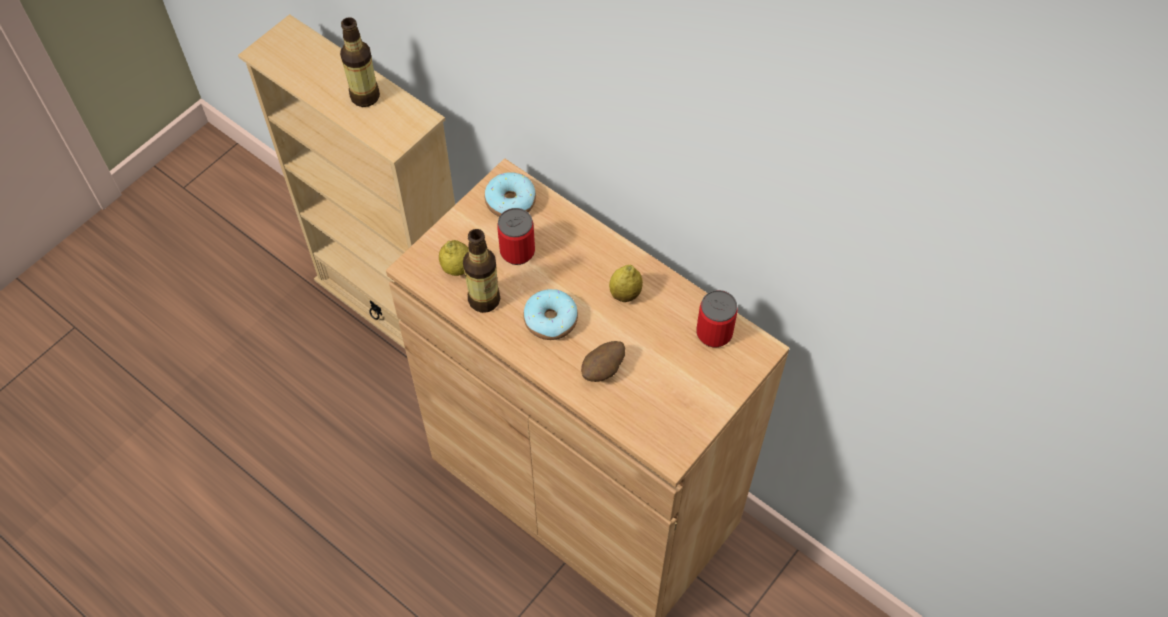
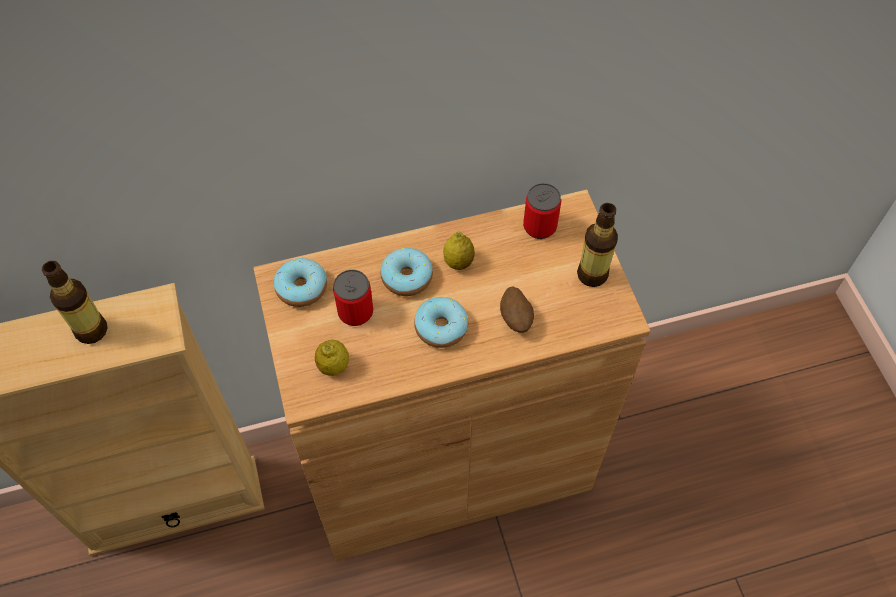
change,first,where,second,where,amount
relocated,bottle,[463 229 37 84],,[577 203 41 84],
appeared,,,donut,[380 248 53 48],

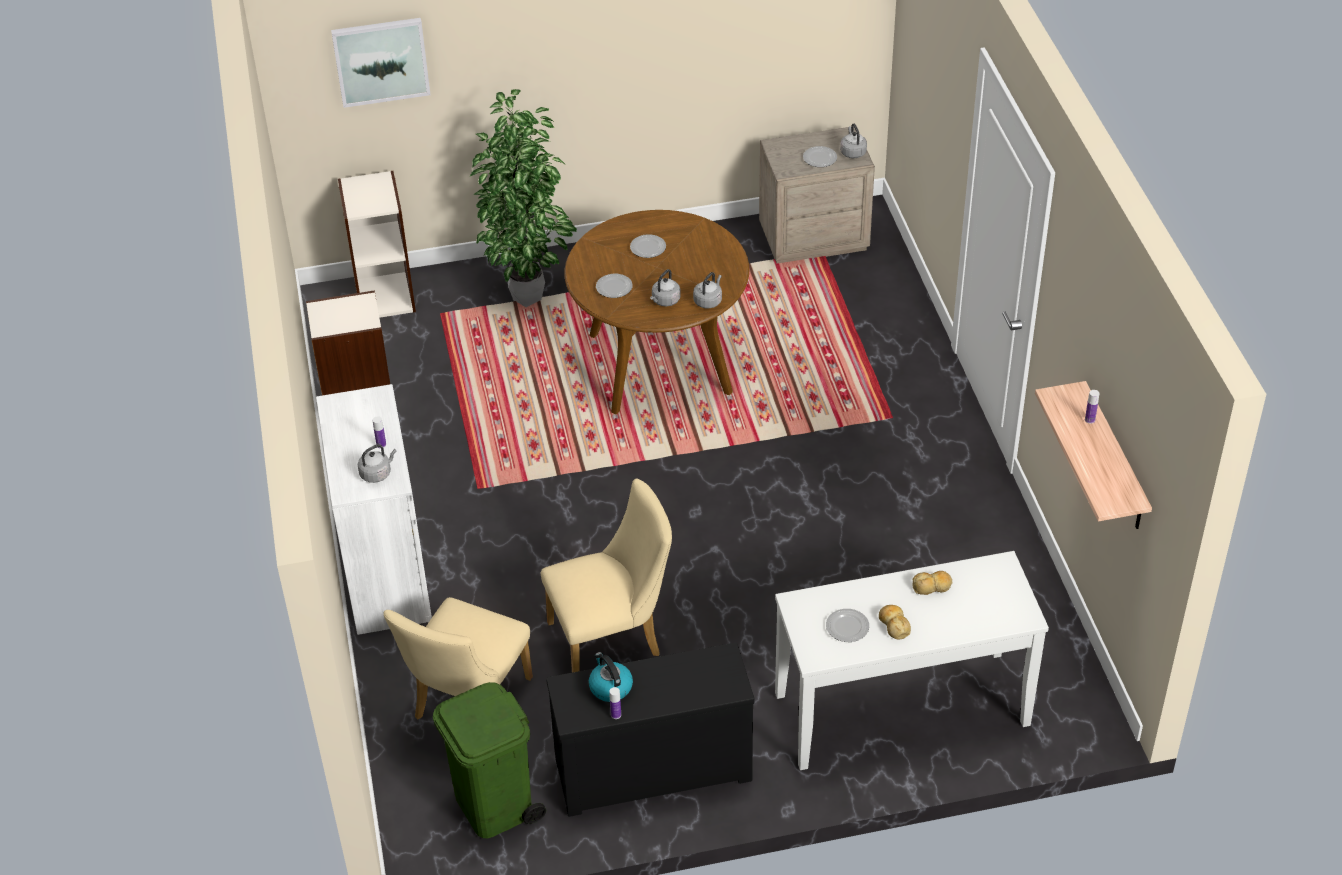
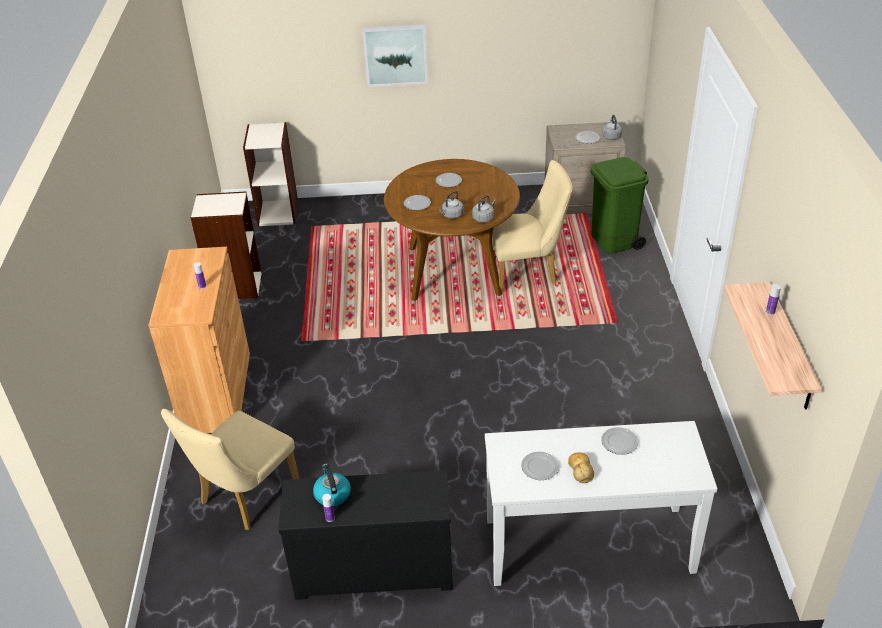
change,first,where,second,where,amount
colour,white-coloured cabinet,[316 384 116 251],brown cabinet,[149 247 101 186],
relocated,wall picture,[331 18 99 90],,[362 24 66 63],
missing,grey kettle,[358 444 39 39],,,
relocated,green-coloured waste bin,[433 682 113 156],,[591 157 58 97],
missing,houseplant,[470 89 107 218],,,
relocated,sand-coloured upright chair,[541 479 131 193],,[492 160 80 133],
exchanged,bakery bread,[912 571 40 24],plate,[601 427 37 28],

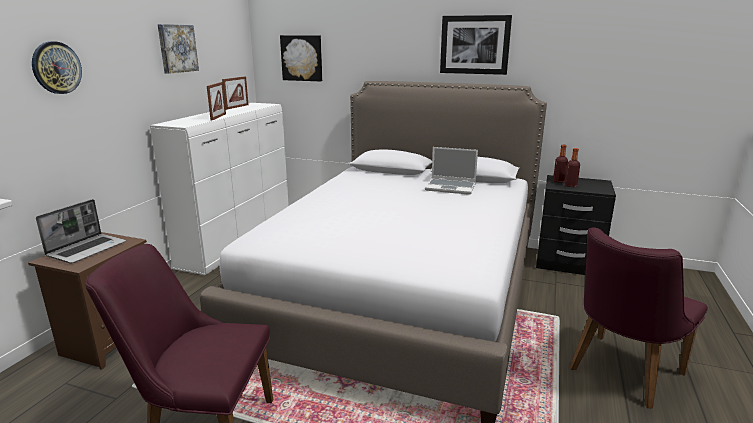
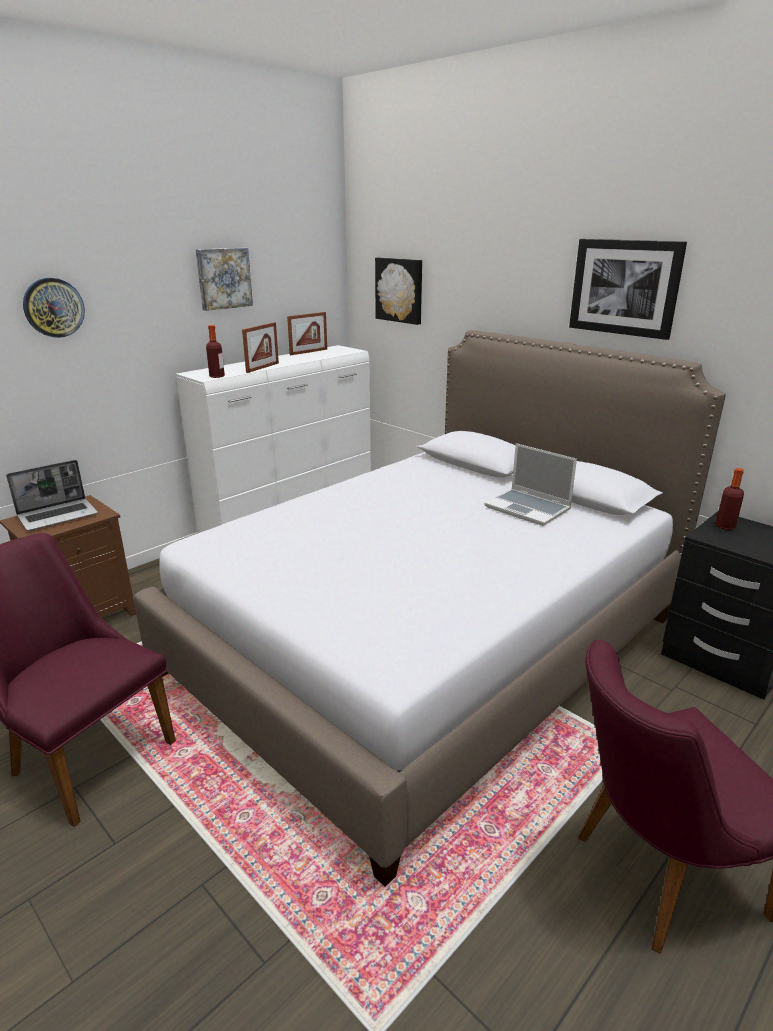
change,first,where,second,where,amount
relocated,bottle,[564 148 16 39],,[206 325 19 53],

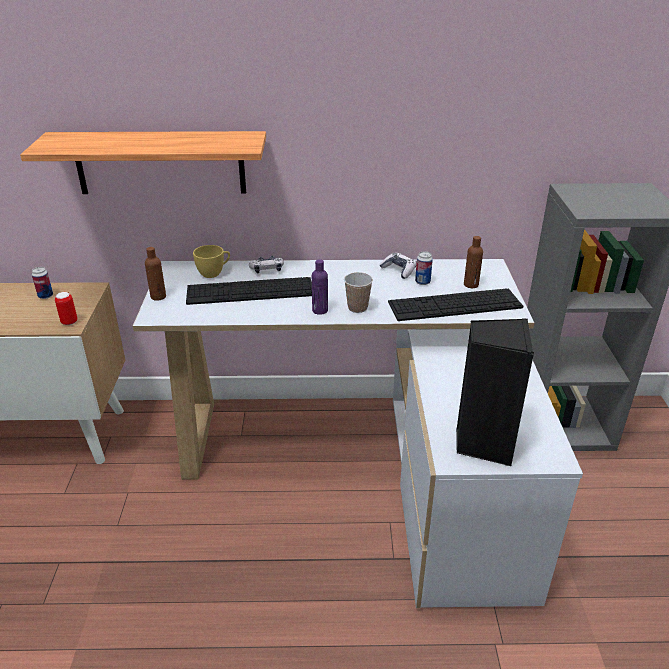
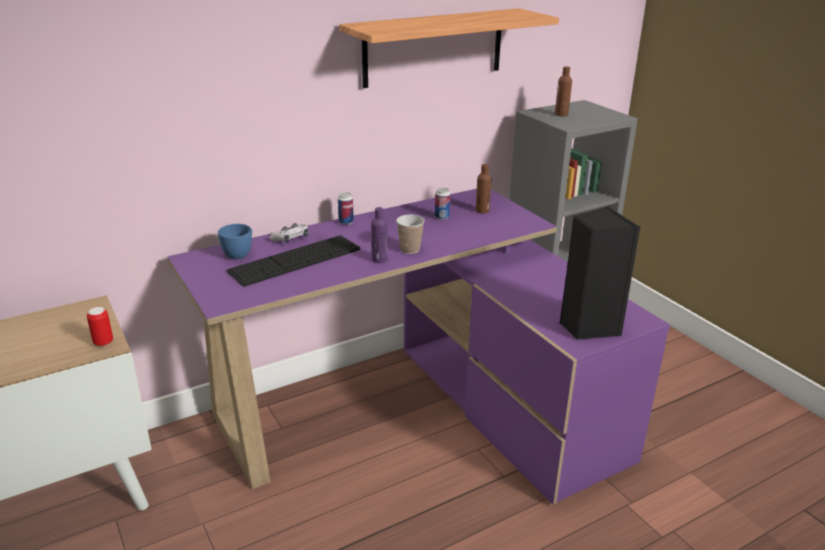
change,first,where,second,where,amount
relocated,shelf,[20 131 246 63],,[339 8 220 80],
relocated,metal can,[32 267 21 32],,[338 192 16 33],
colour,white-coloured desk unit,[133 259 450 349],purplish desk unit,[167 189 503 316],
relocated,brown bottle,[145 247 21 54],,[555 66 17 50],
colour,yellow-coloured small cup,[193 245 37 33],bluish small cup,[218 224 34 35],
missing,game controller,[380 253 36 26],,,
missing,keyboard,[388 288 135 33],,,

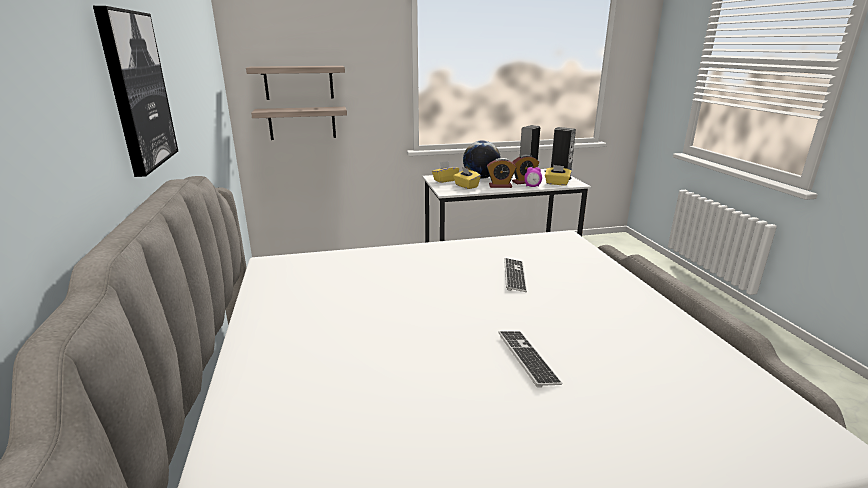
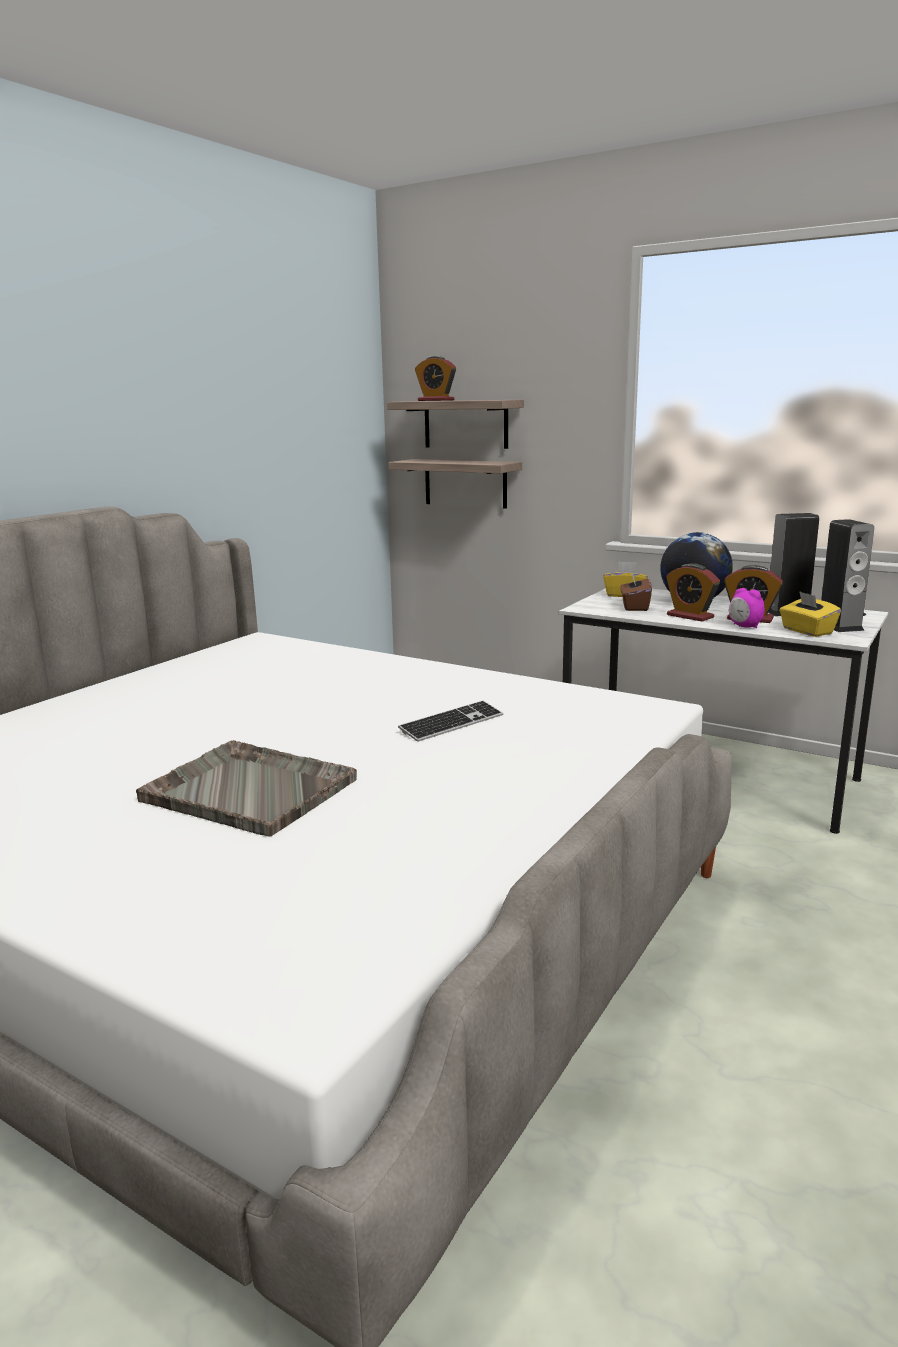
change,first,where,second,where,amount
missing,wall picture,[93 6 85 171],,,
colour,yellow-coloured box of tissues,[453 167 28 22],brown box of tissues,[620 572 32 39],
exchanged,keyboard,[498 331 64 56],grey serving tray,[136 740 221 96],
appeared,,,bedside clock,[415 356 41 45],

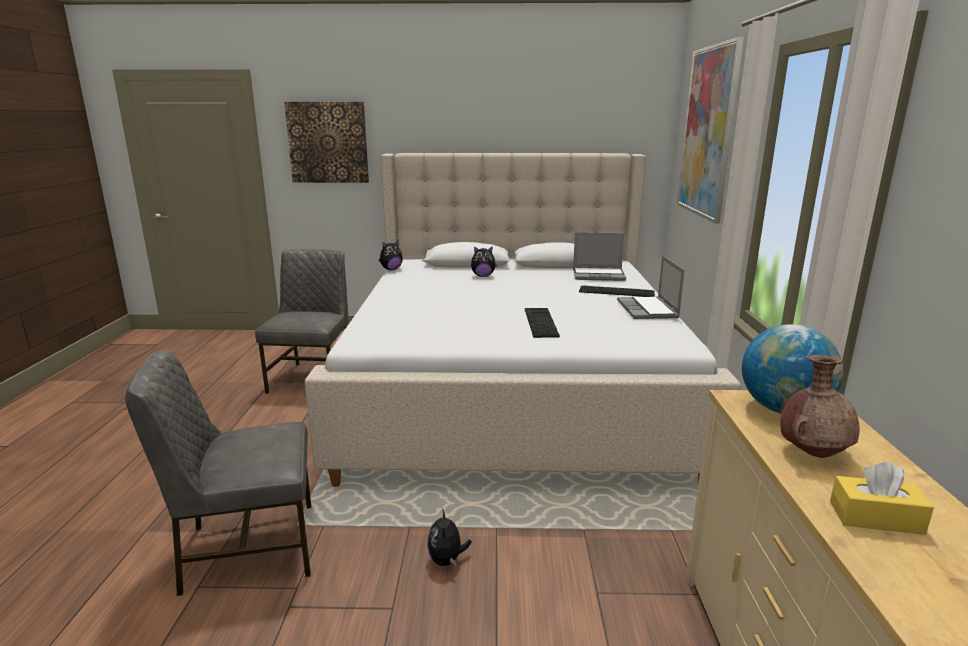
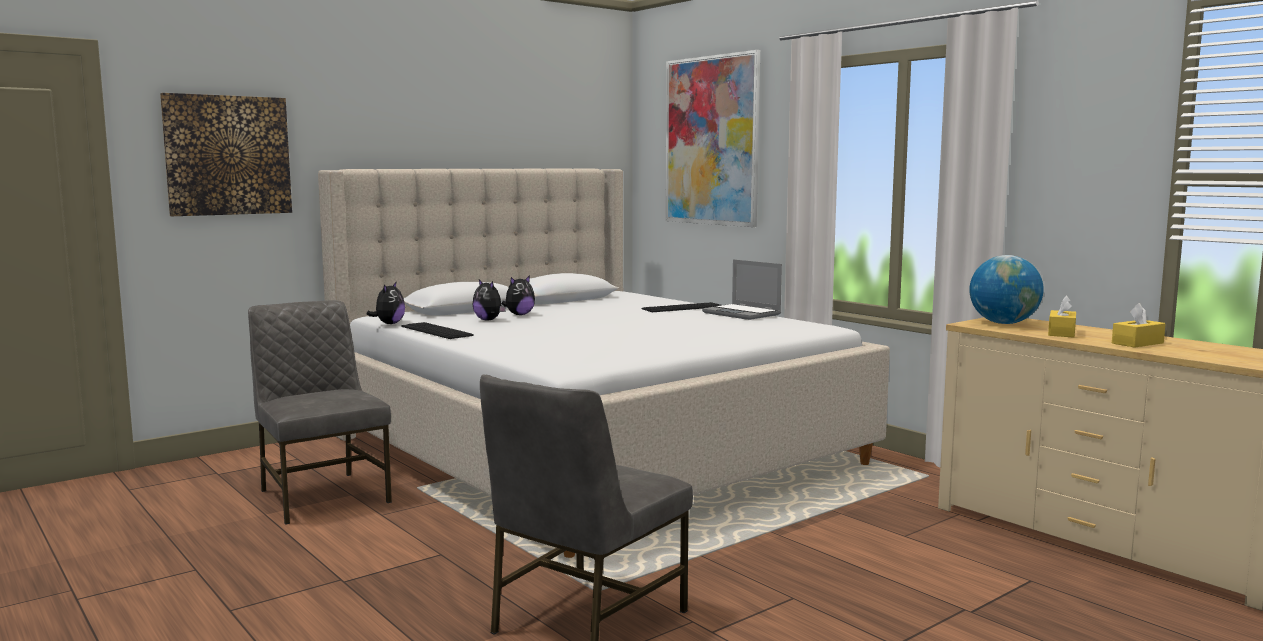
change,first,where,second,where,amount
relocated,plush toy,[427 509 44 57],,[472 279 34 42],
relocated,keyboard,[525 308 35 30],,[401 322 73 17],
missing,portable computer,[573 232 53 49],,,
exchanged,brown vase,[780 355 80 103],yellow-coloured box of tissues,[1048 295 28 43],

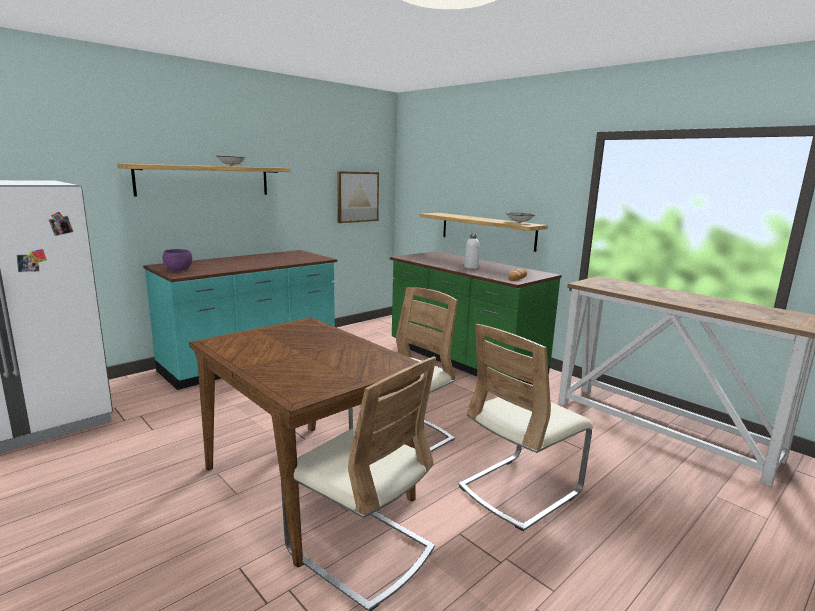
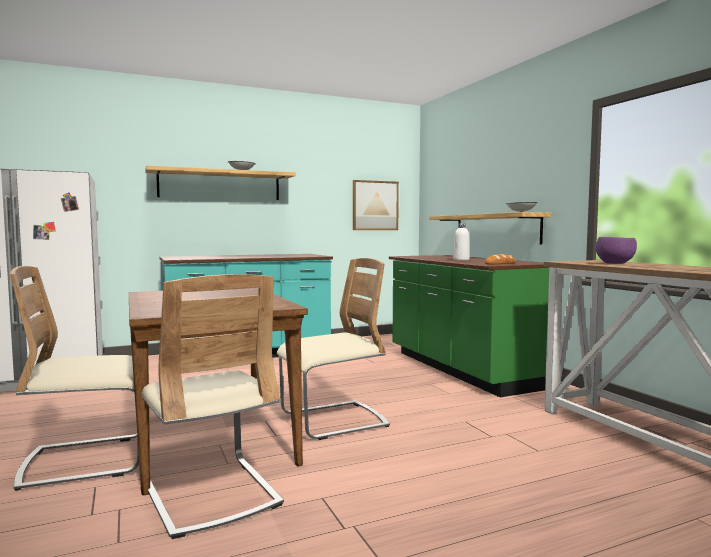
change,first,where,second,where,amount
relocated,purplish serving bowl,[163 249 29 22],,[596 237 41 27],
relocated,sand-coloured upright chair,[458 324 135 207],,[10 266 129 225],

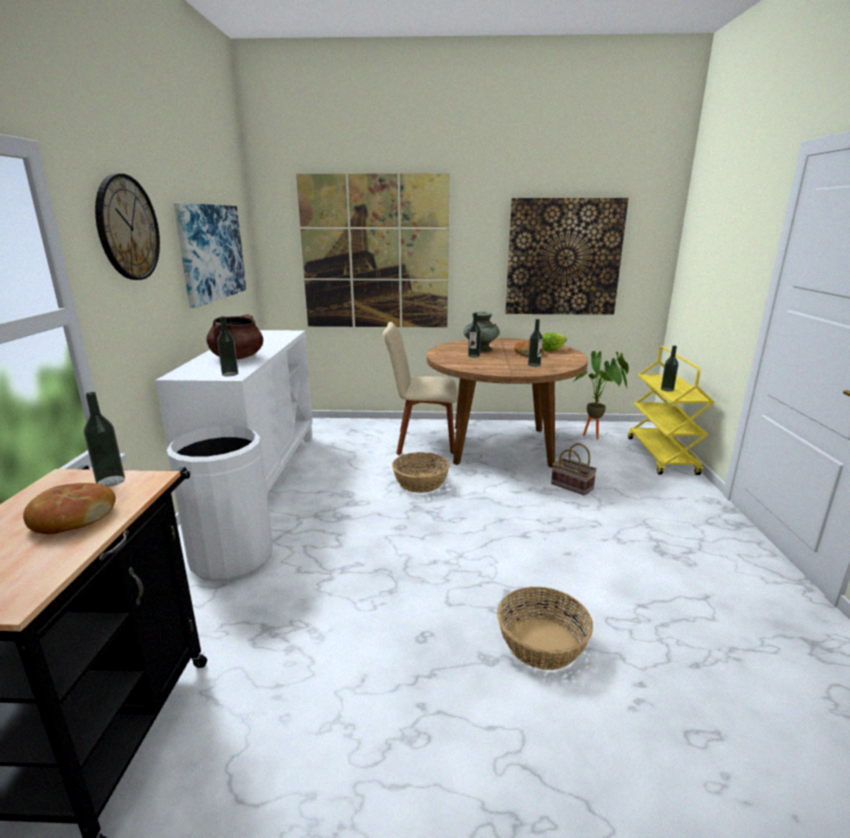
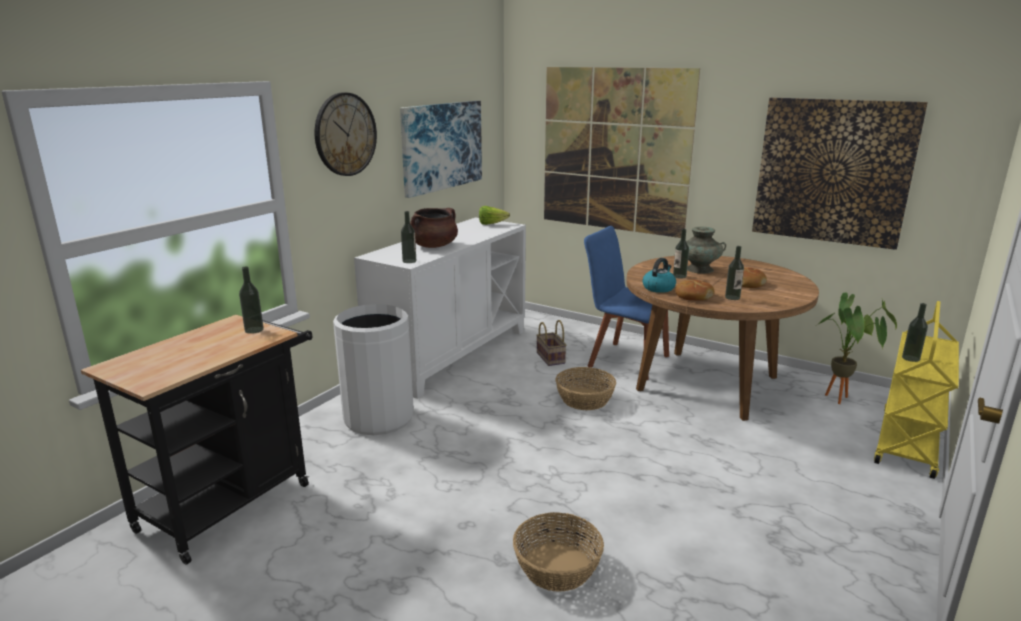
change,first,where,second,where,amount
relocated,bakery bread,[23 483 93 51],,[675 279 39 22],
colour,sand-coloured upright chair,[382 322 75 133],bluish upright chair,[584 226 85 154],
relocated,head of lettuce,[542 332 25 19],,[479 206 31 19],
relocated,household basket,[551 443 46 52],,[536 320 30 46],
appeared,,,kettle,[643 258 33 35],

